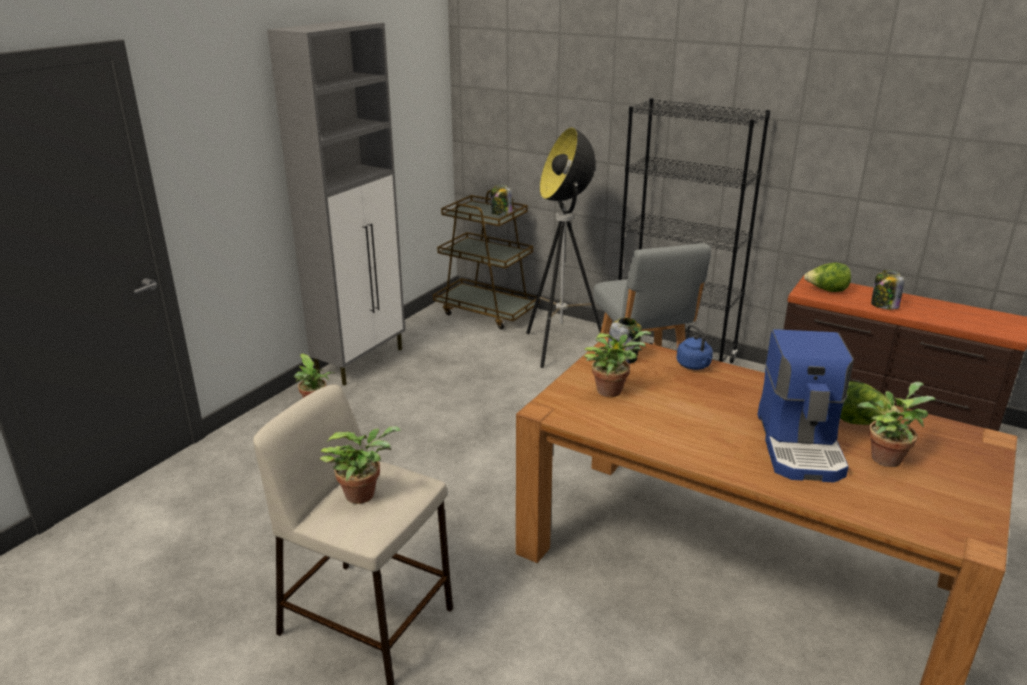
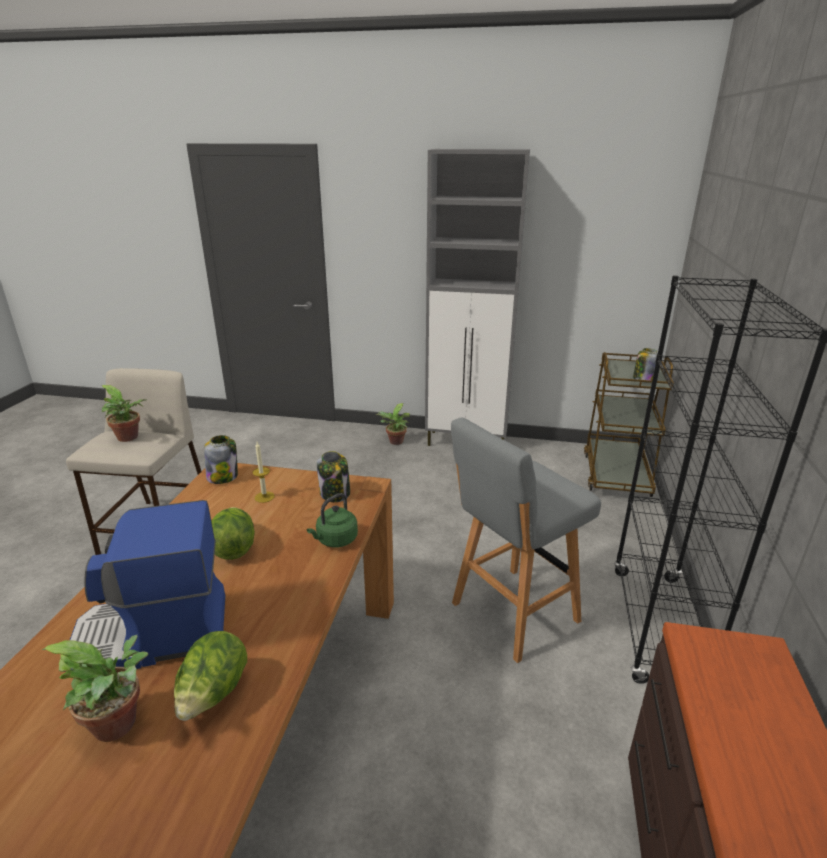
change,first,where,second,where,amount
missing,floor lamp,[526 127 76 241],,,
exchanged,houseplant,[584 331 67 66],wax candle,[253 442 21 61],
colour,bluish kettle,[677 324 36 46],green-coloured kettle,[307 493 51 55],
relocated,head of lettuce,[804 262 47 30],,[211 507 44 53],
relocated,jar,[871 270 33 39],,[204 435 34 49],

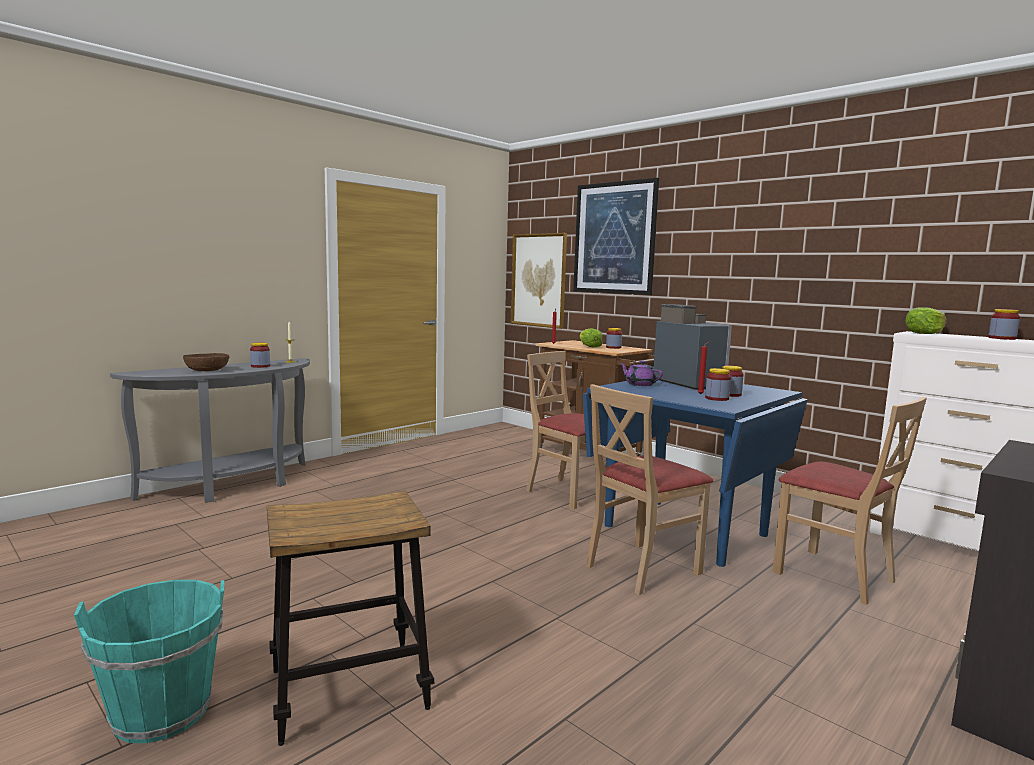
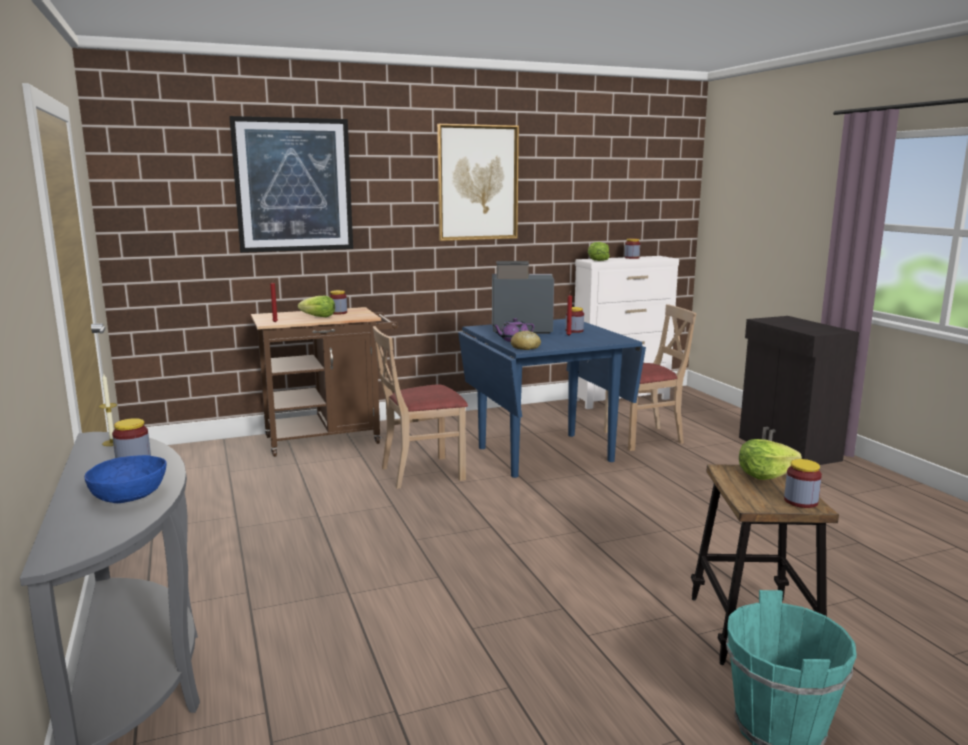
change,first,where,second,where,amount
colour,brown serving bowl,[183 353 46 18],bluish serving bowl,[85 455 81 48],
relocated,wall picture,[511 233 56 96],,[437 124 82 117],
missing,sand-coloured upright chair,[586 384 127 211],,,
relocated,jar,[705 368 26 33],,[784 459 38 49],
appeared,,,bakery bread,[511 330 30 20],
appeared,,,head of lettuce,[739 439 63 41],

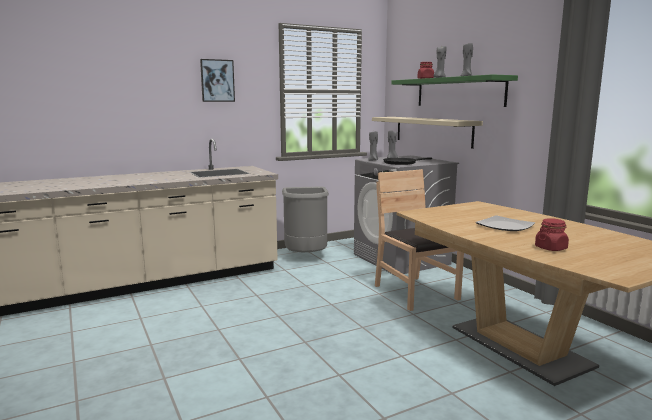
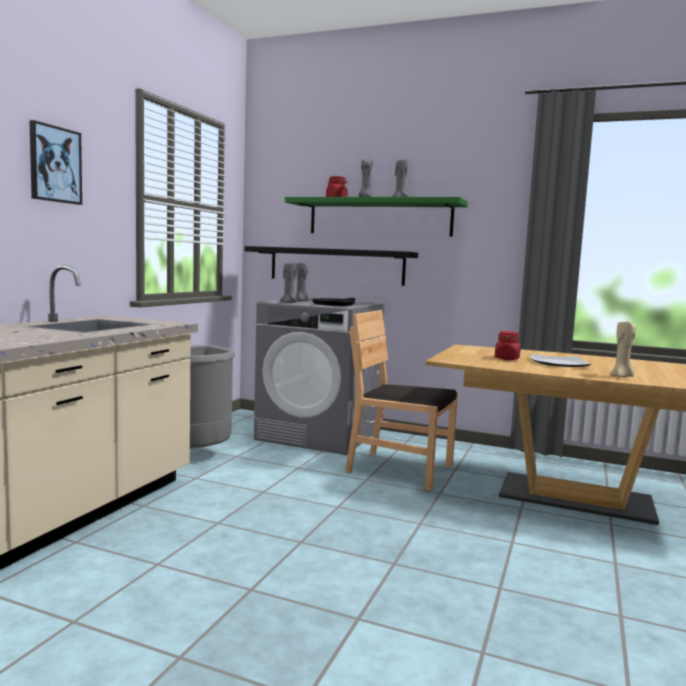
change,first,where,second,where,amount
colour,sand-coloured shelf,[372 117 111 32],black shelf,[244 246 174 40],
relocated,red-coloured jar,[535 218 34 33],,[495 331 26 29],
appeared,,,sand-coloured wax candle,[610 322 26 55],

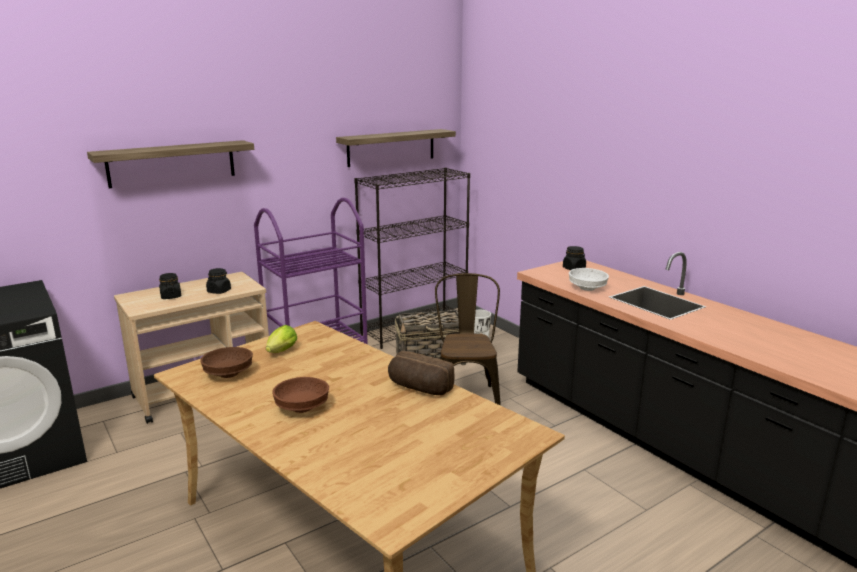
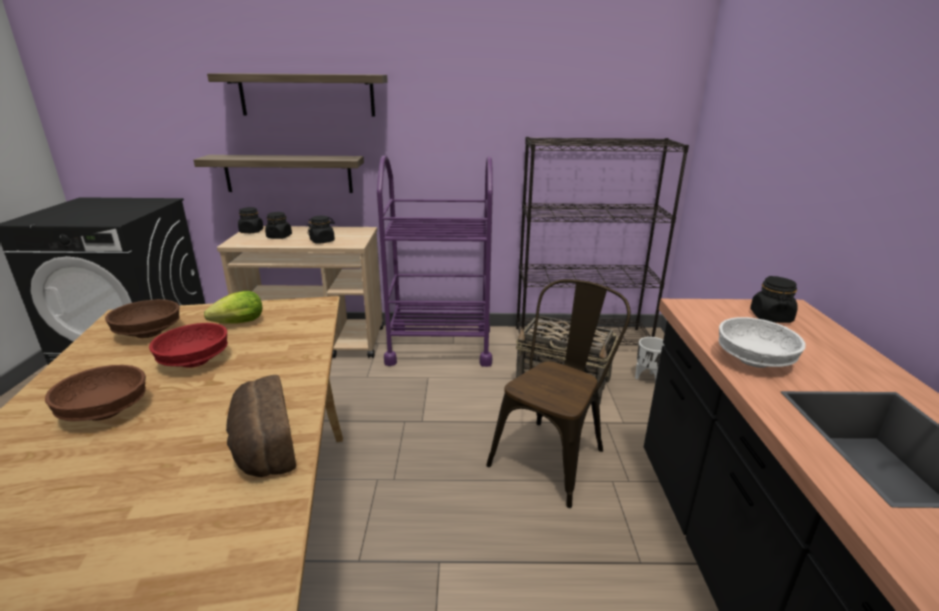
change,first,where,second,where,amount
relocated,shelf,[336 129 120 38],,[194 155 170 38],
appeared,,,red-coloured serving bowl,[149 323 79 45],
appeared,,,black jar,[238 207 26 26],

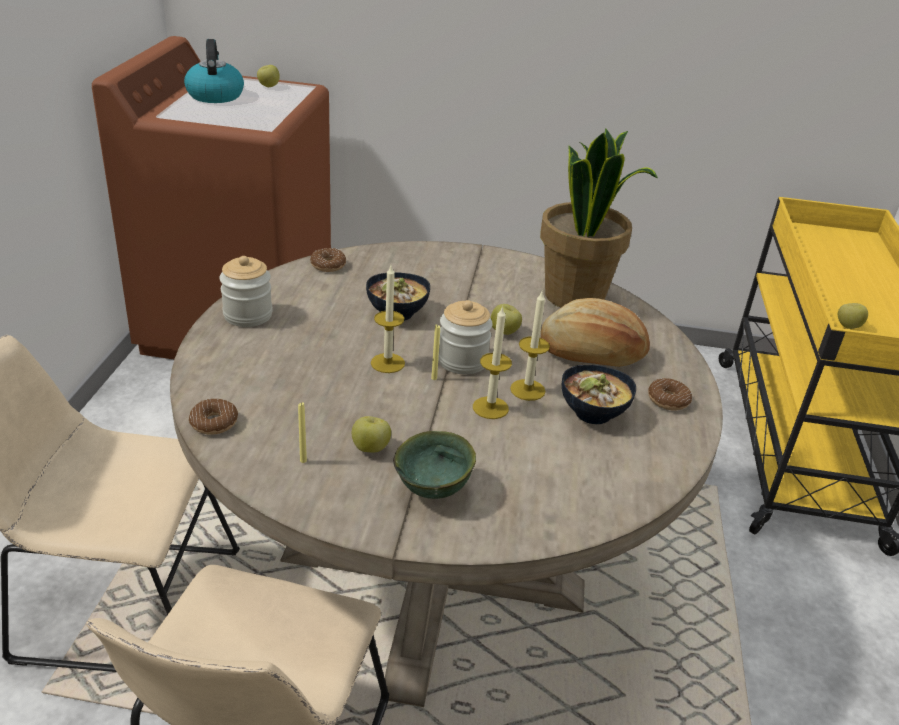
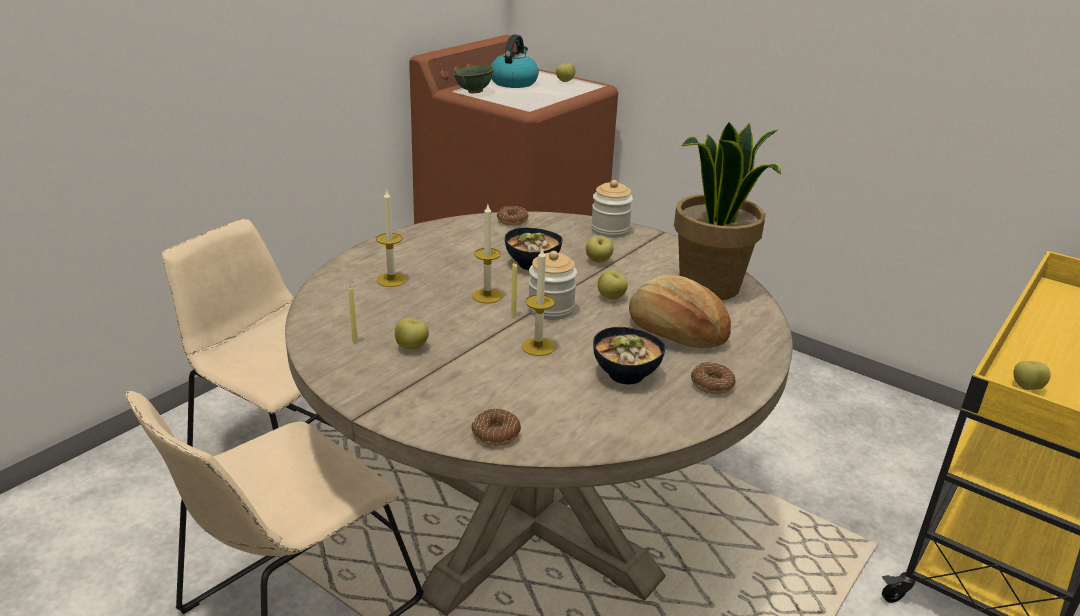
change,first,where,second,where,amount
relocated,donut,[189 399 49 36],,[472 408 49 38],
relocated,jar,[219 256 54 71],,[591 180 42 58],
relocated,green-coloured serving bowl,[393 431 83 68],,[453 65 40 29],
relocated,wax candle,[510 290 40 111],,[376 189 31 98],
appeared,,,apple,[586 235 28 28],

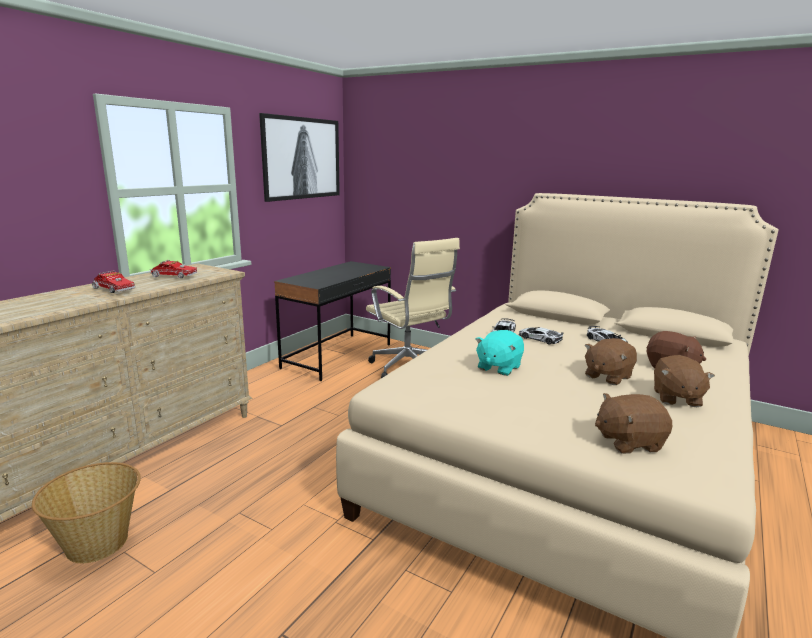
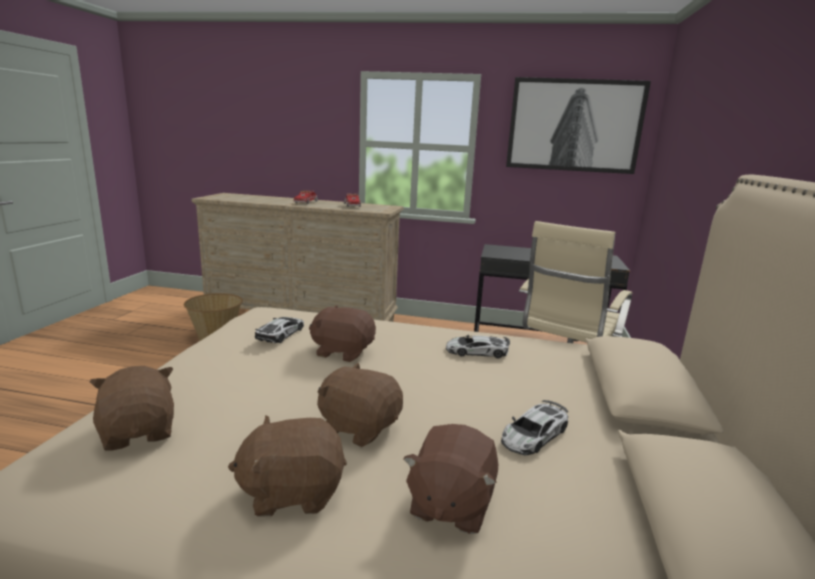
change,first,where,second,where,amount
colour,blue-green plush toy,[476 330 48 46],brown plush toy,[309 305 67 57],
relocated,miniature car,[518 327 46 18],,[255 317 49 26],

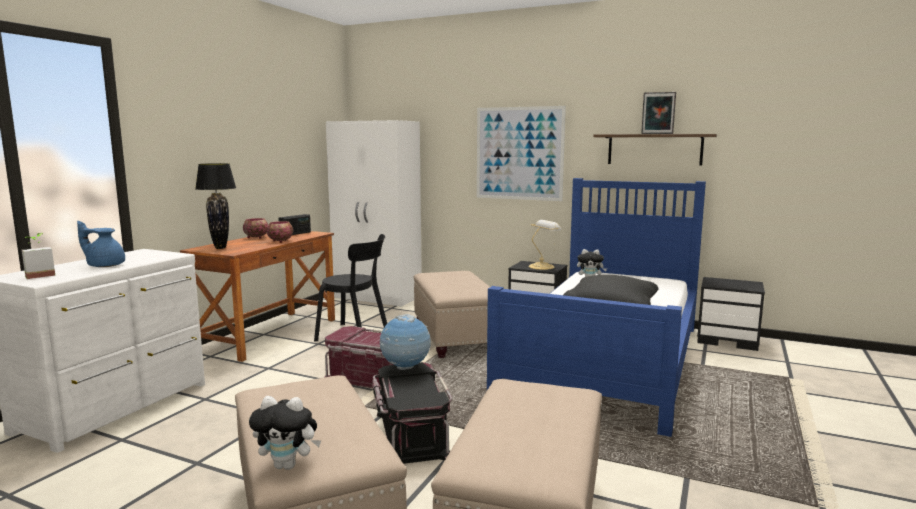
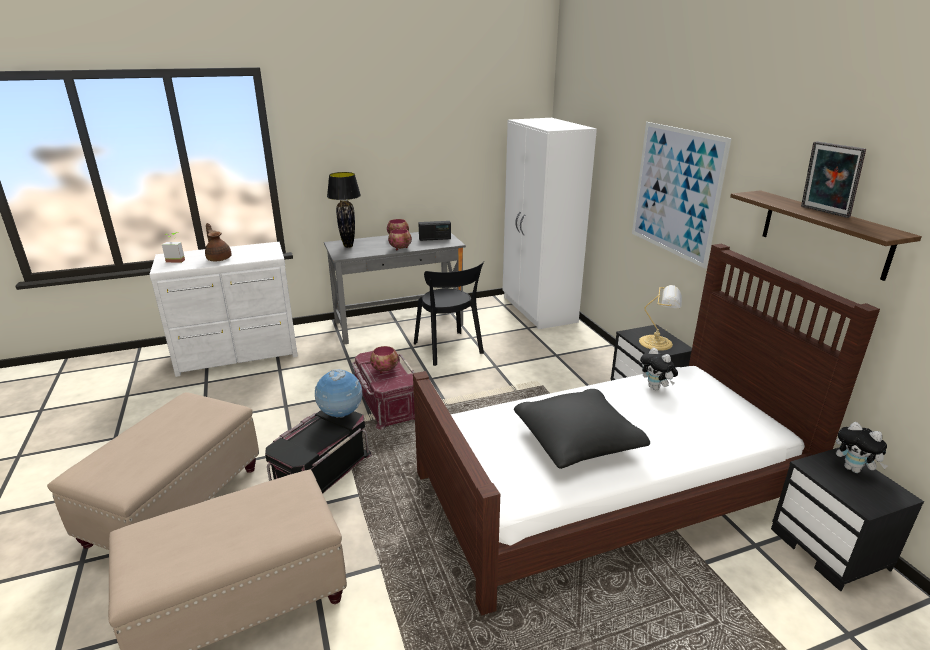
change,first,where,second,where,amount
colour,bluish teapot,[77 221 48 46],brown teapot,[205 223 27 38],
colour,brown desk unit,[180 231 155 131],grey desk unit,[324 232 142 113],
relocated,plush toy,[249 396 72 74],,[836 422 52 51],
missing,sand-coloured ottoman,[414 271 76 87],,,
colour,bluish bedroom bed,[487 178 219 259],brown bedroom bed,[413 244 467 372],
appeared,,,serving bowl,[370 346 28 28],

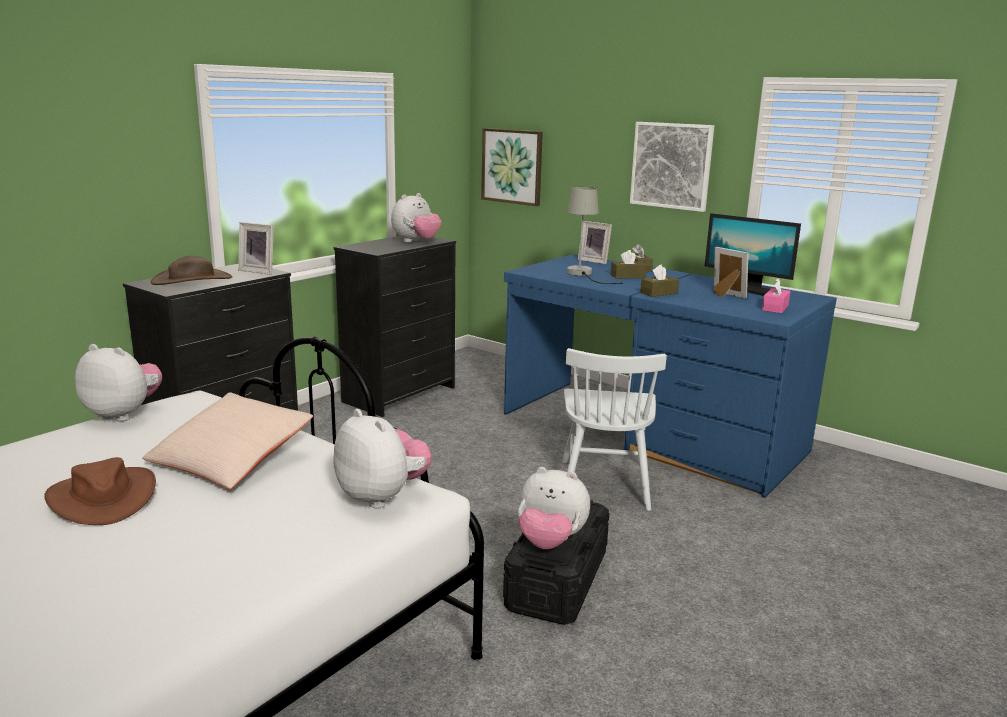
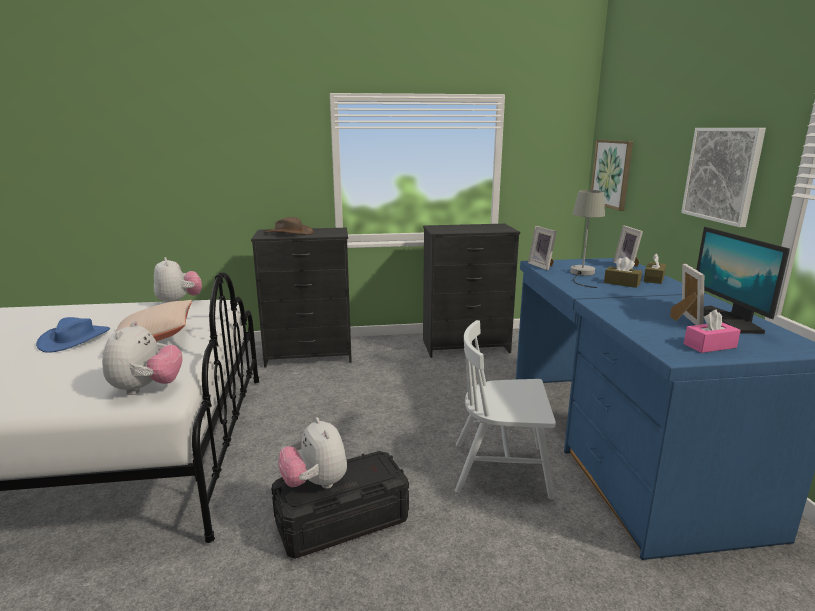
change,first,where,second,where,amount
colour,brown clothing hat,[44 457 112 68],bluish clothing hat,[36 317 74 36],
relocated,standing frame,[238 222 36 53],,[528 226 29 44],
missing,plush toy,[391 193 51 49],,,
spun,white-coloured upright chair,[562 348 105 163],,[455 320 101 179],45 degrees clockwise
missing,brown box of tissues,[640 265 39 32],,,

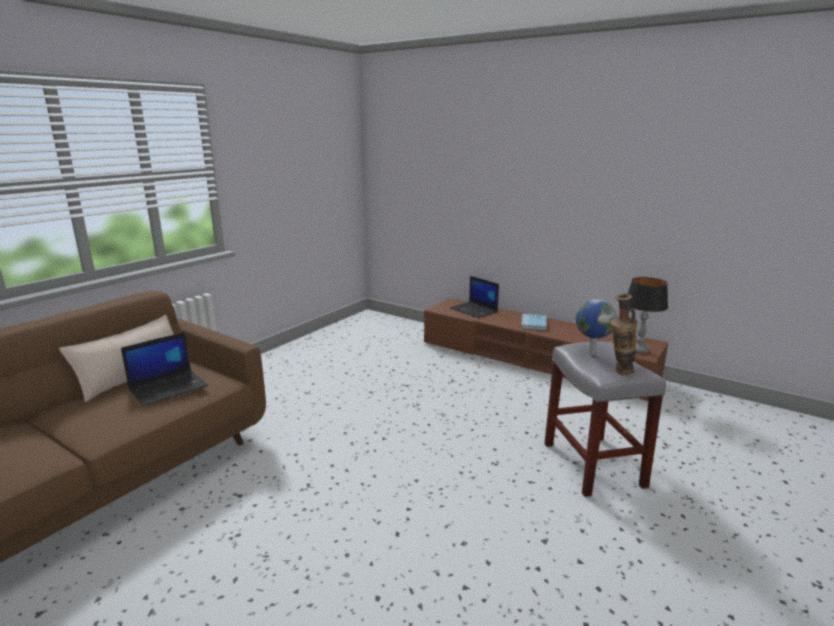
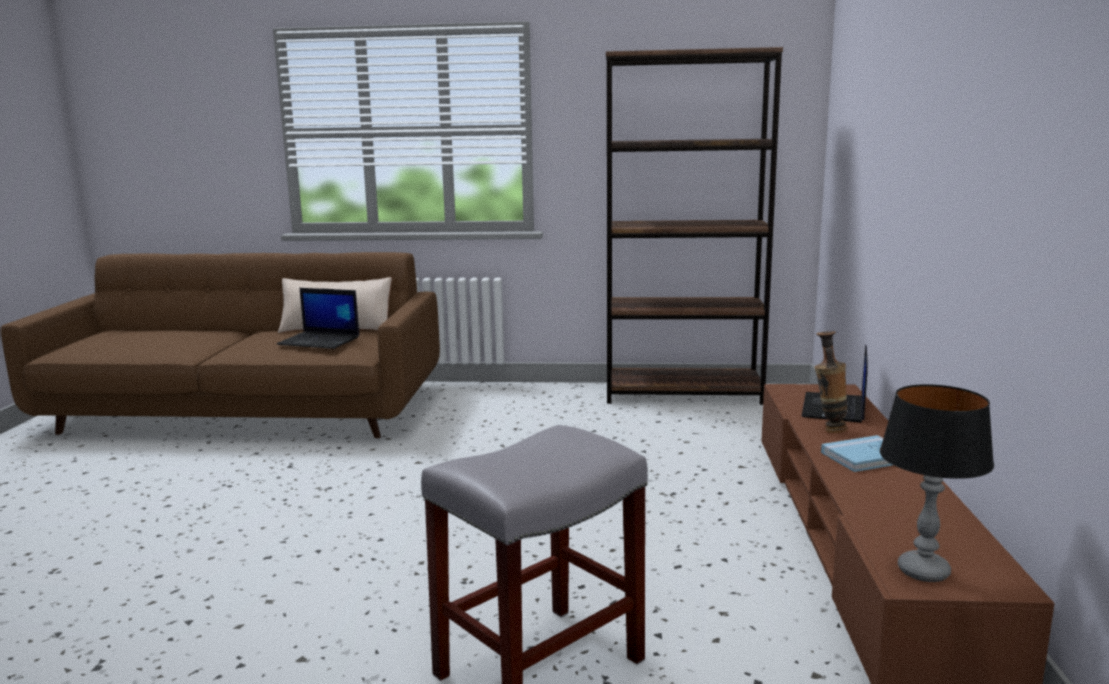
change,first,where,second,where,amount
missing,world globe,[576 299 41 56],,,
relocated,vase,[611 294 26 81],,[814 331 34 102],
appeared,,,brown bookshelf,[606 47 177 358],

